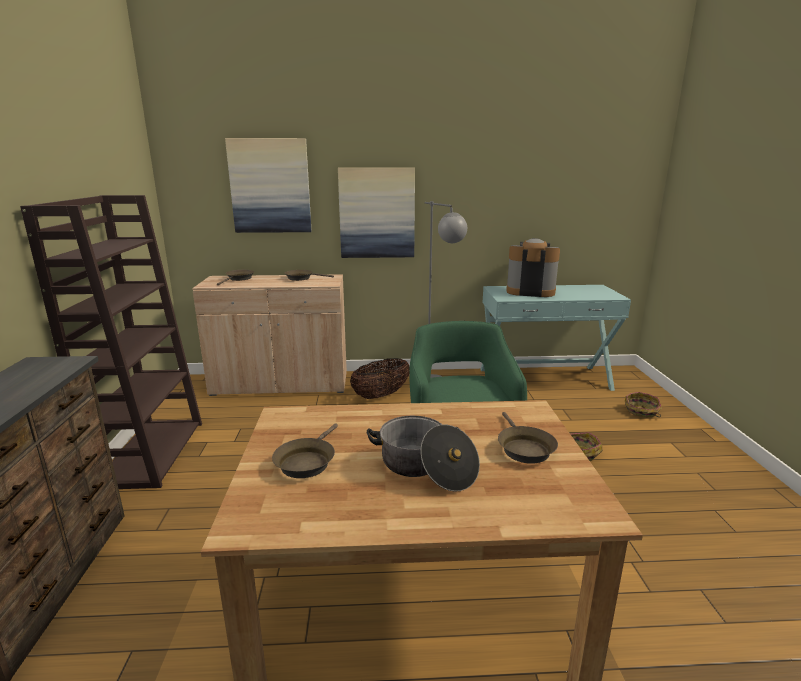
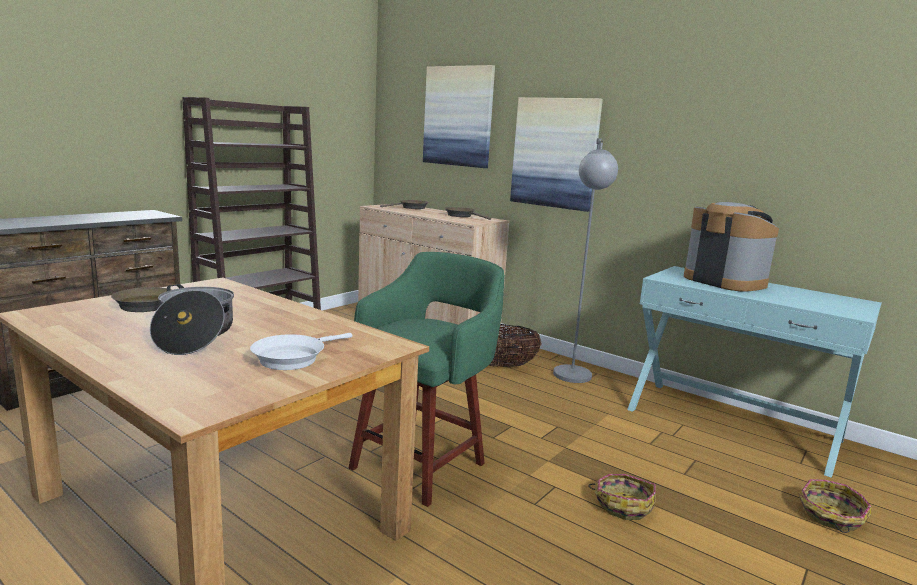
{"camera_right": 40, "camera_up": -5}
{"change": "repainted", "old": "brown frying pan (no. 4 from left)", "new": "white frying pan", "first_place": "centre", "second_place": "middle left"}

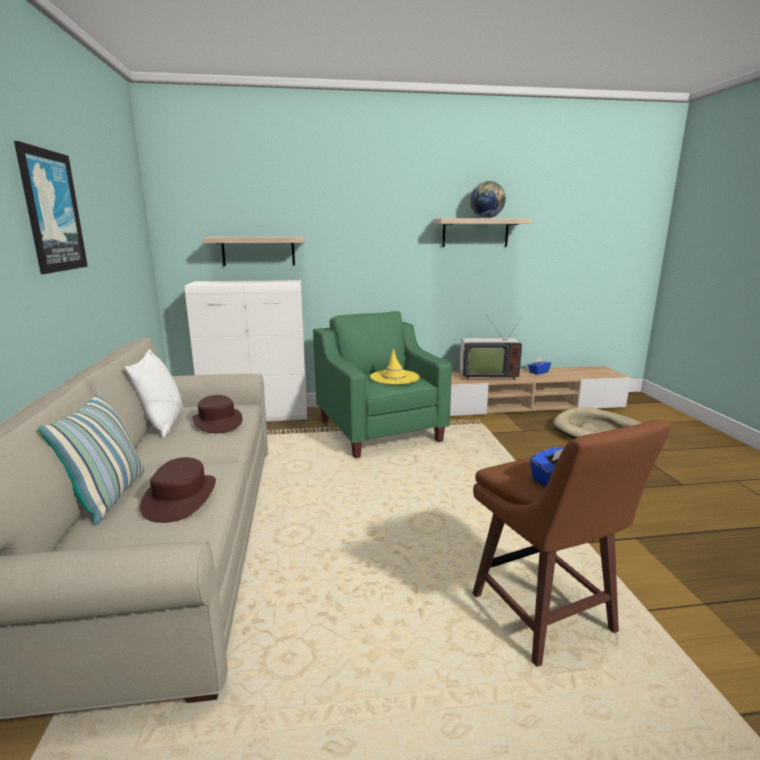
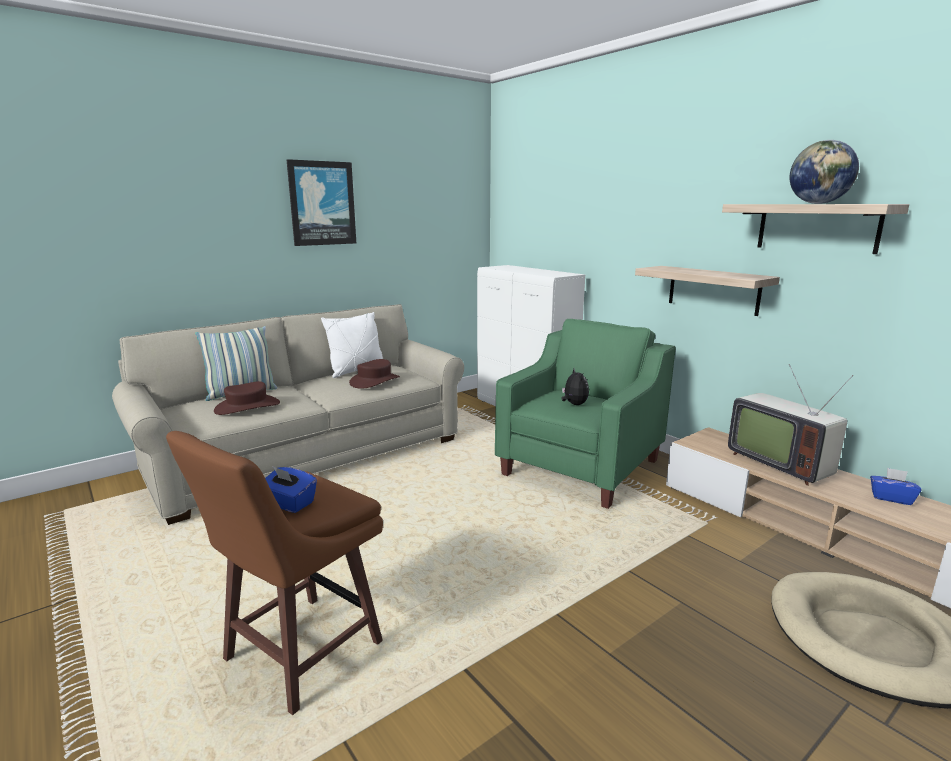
{"camera_right": 60, "camera_up": 0}
{"change": "swapped", "old": "yellow hat", "new": "plush toy", "first_place": "centre", "second_place": "centre"}
{"change": "shifted", "old": "shelf (no. 1 from left)", "first_place": "top left", "second_place": "middle right"}

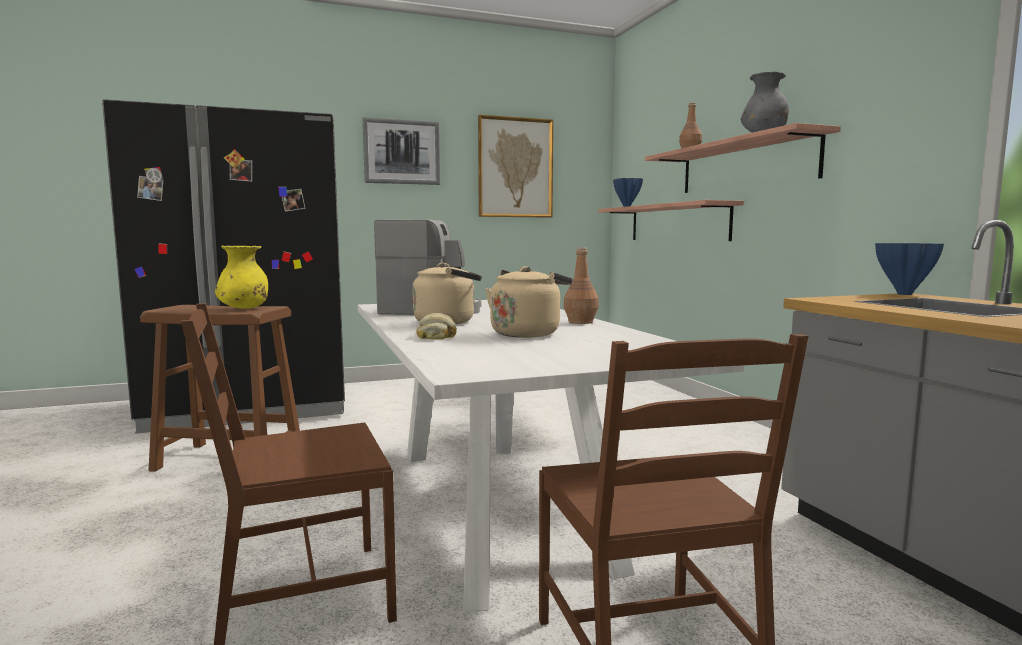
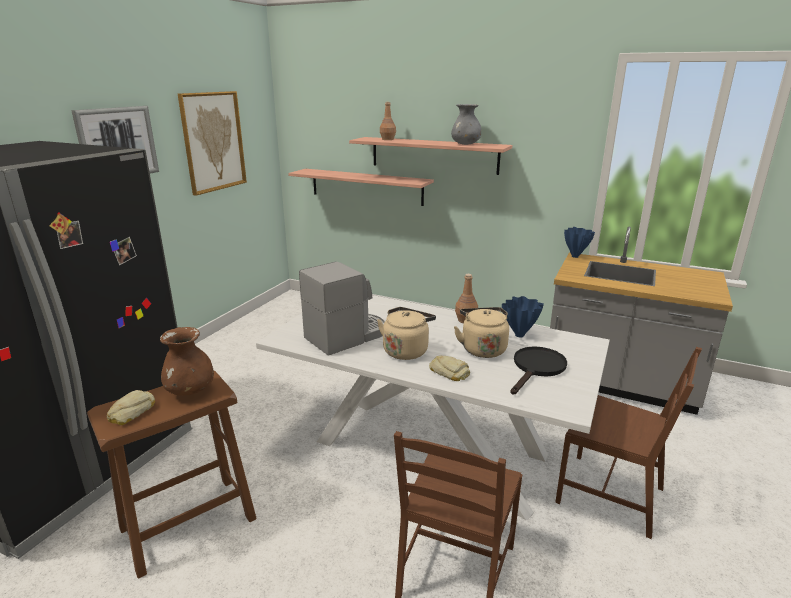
{"camera_right": -45, "camera_up": 15}
{"change": "new", "new": "bread (no. 1 from left)", "second_place": "bottom left"}
{"change": "repainted", "old": "yellow vase", "new": "brown vase", "first_place": "middle left", "second_place": "middle left"}
{"change": "shifted", "old": "blue vase (no. 1 from left)", "first_place": "top centre", "second_place": "centre"}
{"change": "new", "new": "black frying pan", "second_place": "middle right"}

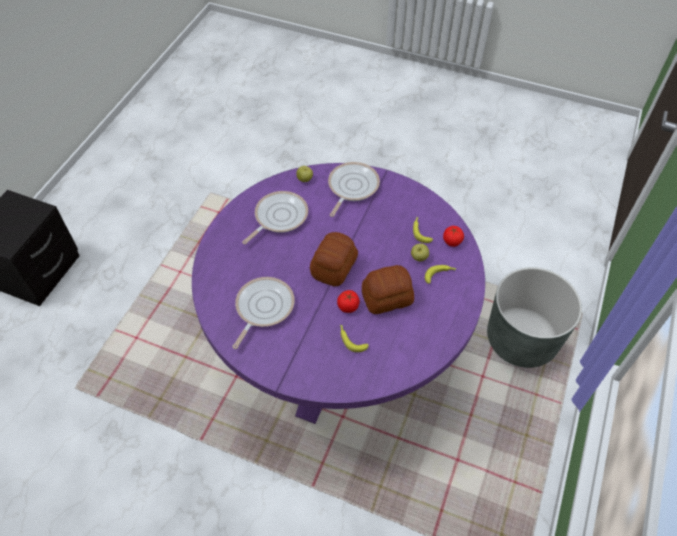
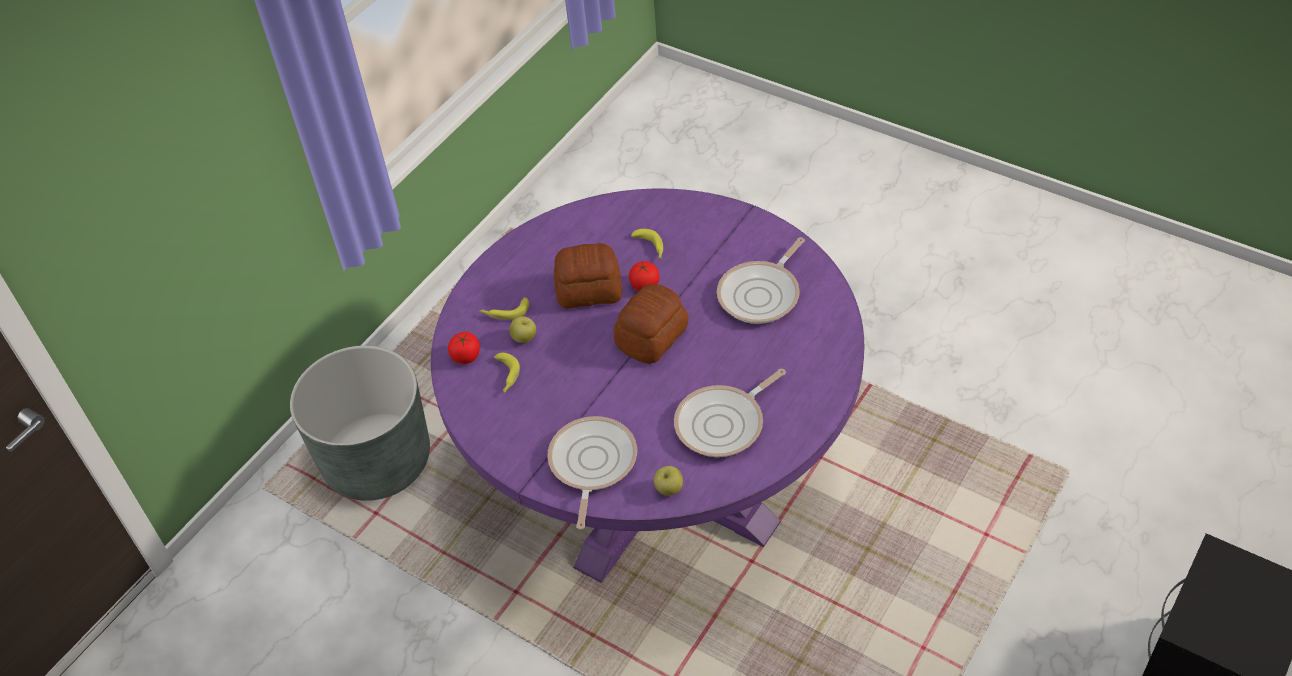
{"camera_right": -165, "camera_up": -5}
{"change": "rotated", "old": "frying pan (no. 3 from left in the first image)", "first_place": "centre", "second_place": "bottom centre", "degrees": 150}

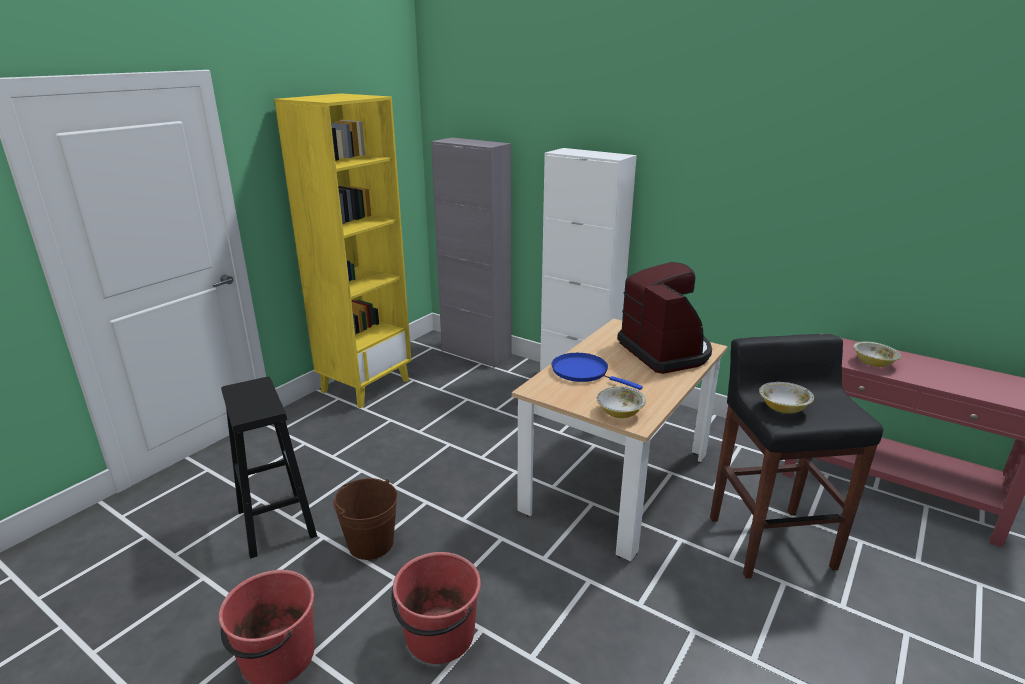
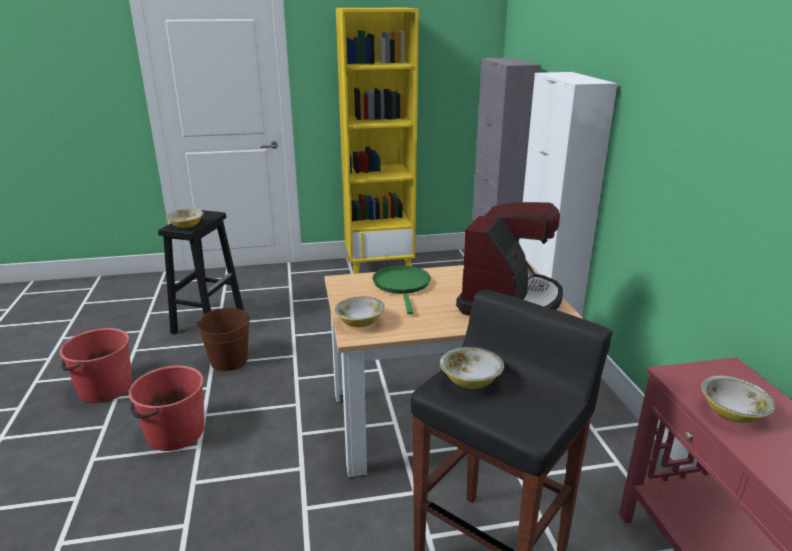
{"camera_right": 45, "camera_up": 0}
{"change": "new", "new": "bowl (no. 1 from left)", "second_place": "middle left"}
{"change": "repainted", "old": "blue frying pan", "new": "green frying pan", "first_place": "centre", "second_place": "centre"}

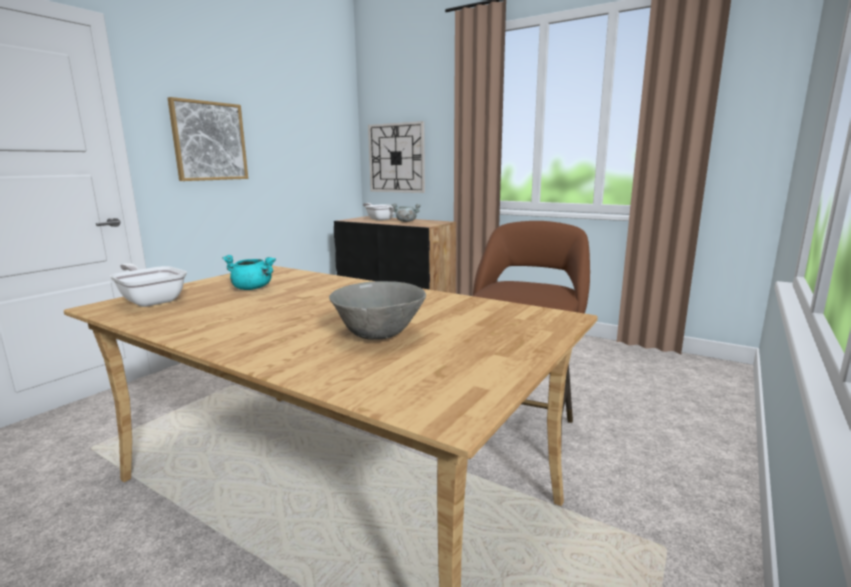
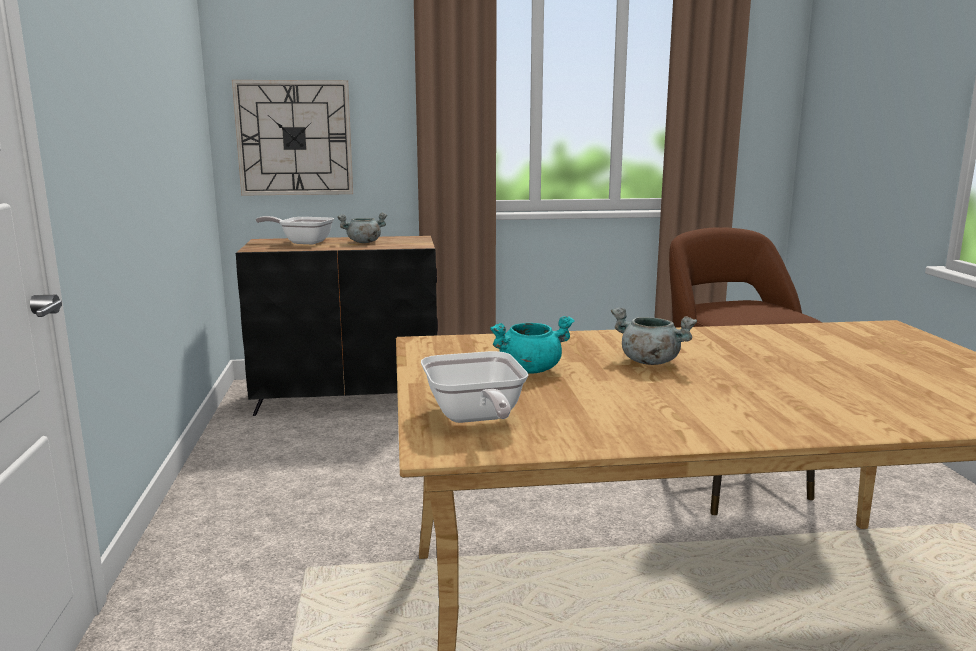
{"camera_right": -40, "camera_up": 0}
{"change": "rotated", "old": "frying pan (no. 1 from left in the first image)", "first_place": "middle left", "second_place": "centre", "degrees": -105}
{"change": "new", "new": "grey cooking pot (no. 2 from left)", "second_place": "middle right"}
{"change": "gone", "old": "picture", "first_place": "top left"}
{"change": "gone", "old": "grey bowl", "first_place": "centre"}

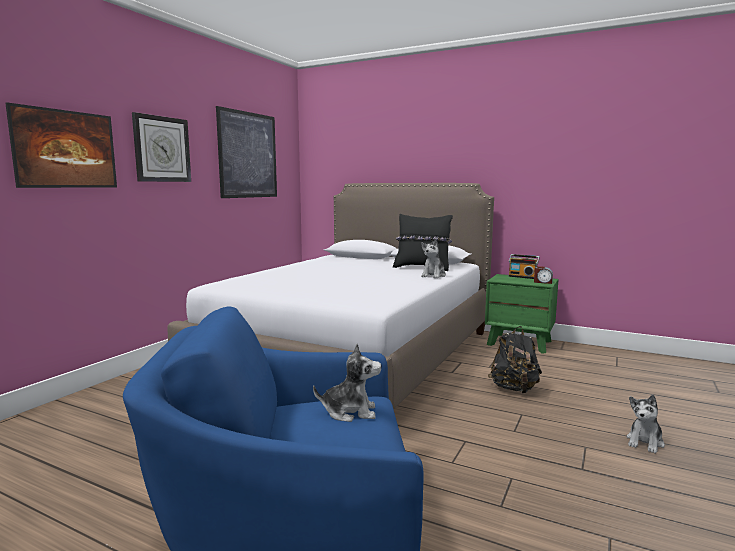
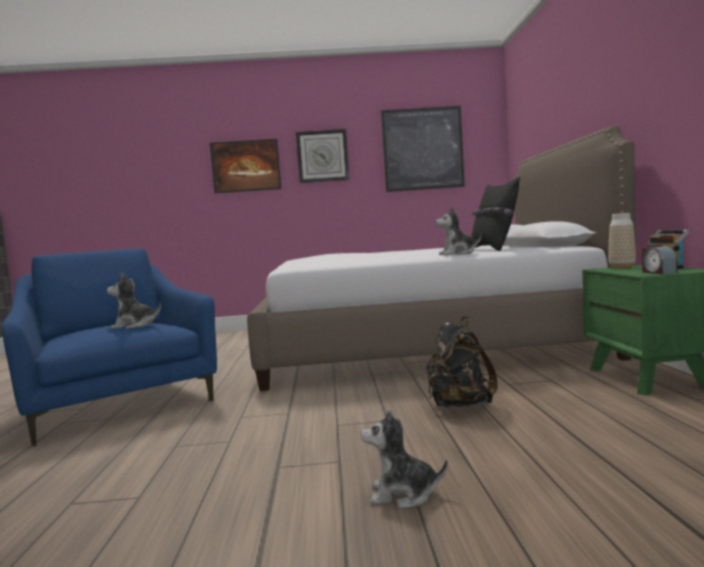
{"camera_right": 60, "camera_up": -5}
{"change": "rotated", "old": "plush toy (no. 1 from left)", "first_place": "bottom centre", "second_place": "middle left", "degrees": 120}
{"change": "new", "new": "vase", "second_place": "middle right"}

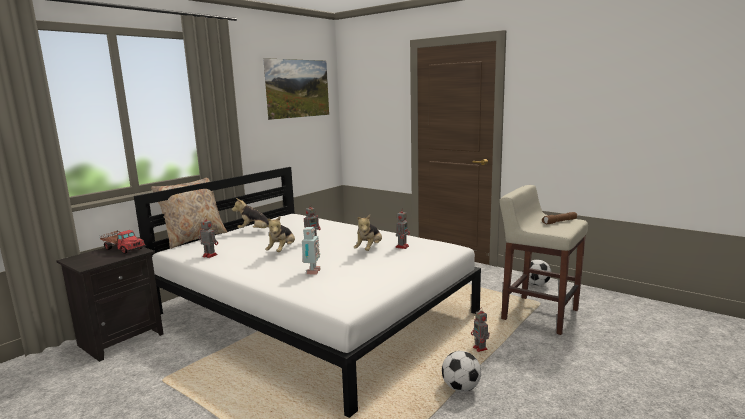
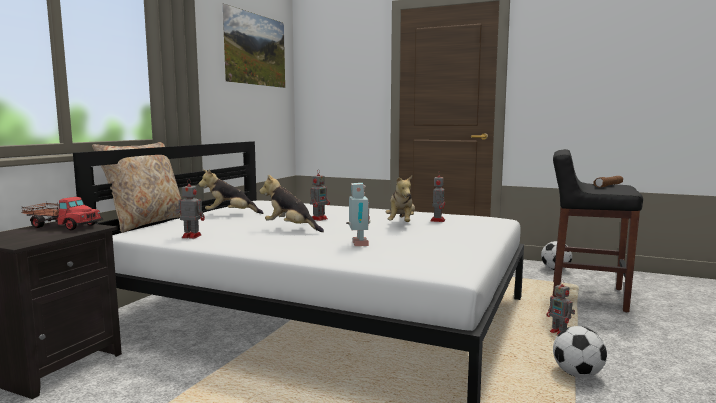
{"camera_right": -15, "camera_up": -5}
{"change": "rotated", "old": "plush toy (no. 2 from left)", "first_place": "centre", "second_place": "centre", "degrees": 120}
{"change": "repainted", "old": "beige stool", "new": "black stool", "first_place": "middle right", "second_place": "middle right"}

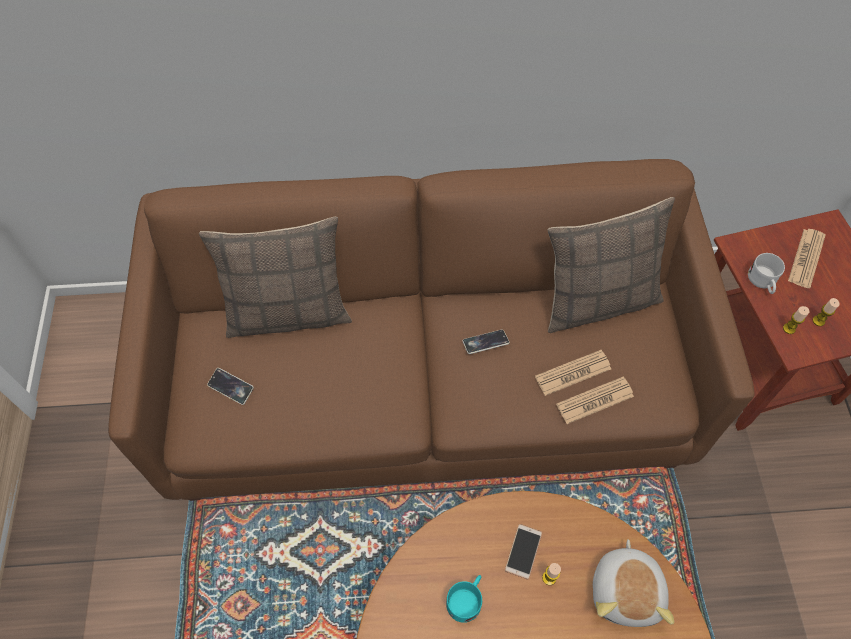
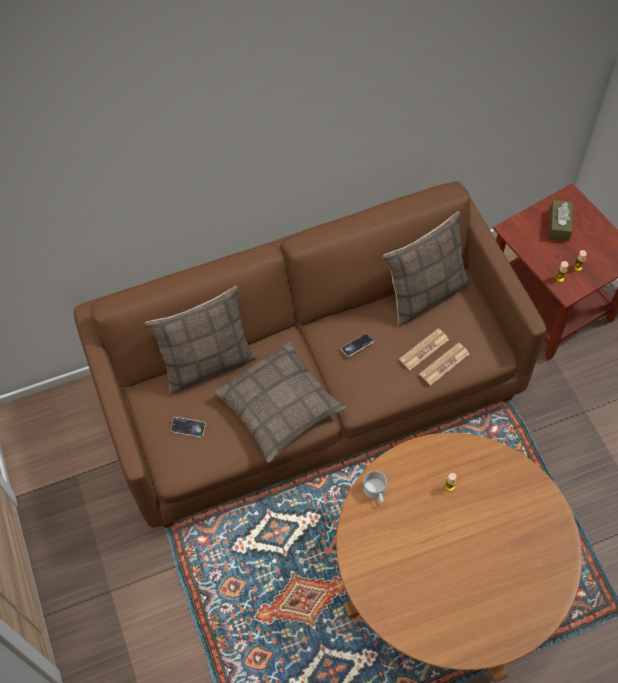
{"camera_right": -15, "camera_up": 0}
{"change": "new", "new": "pillow (no. 2 from left)", "second_place": "centre"}
{"change": "shifted", "old": "white mug", "first_place": "middle right", "second_place": "bottom centre"}
{"change": "swapped", "old": "newspaper (no. 3 from left)", "new": "brown tissue box", "first_place": "middle right", "second_place": "top right"}
{"change": "gone", "old": "turquoise mug", "first_place": "bottom centre"}
{"change": "gone", "old": "phone (no. 3 from left)", "first_place": "bottom centre"}
{"change": "gone", "old": "plush toy", "first_place": "bottom right"}

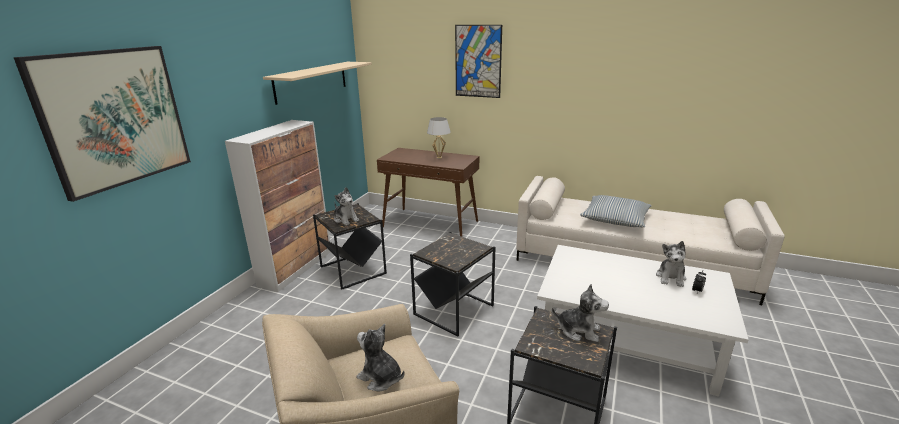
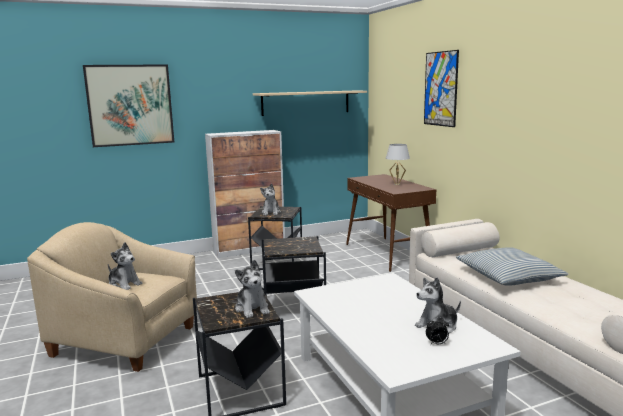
{"camera_right": 45, "camera_up": -10}
{"change": "rotated", "old": "plush toy (no. 2 from left in the first image)", "first_place": "bottom centre", "second_place": "middle left", "degrees": 135}

